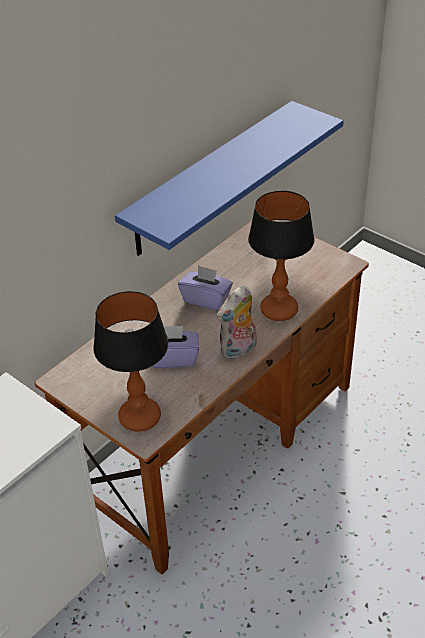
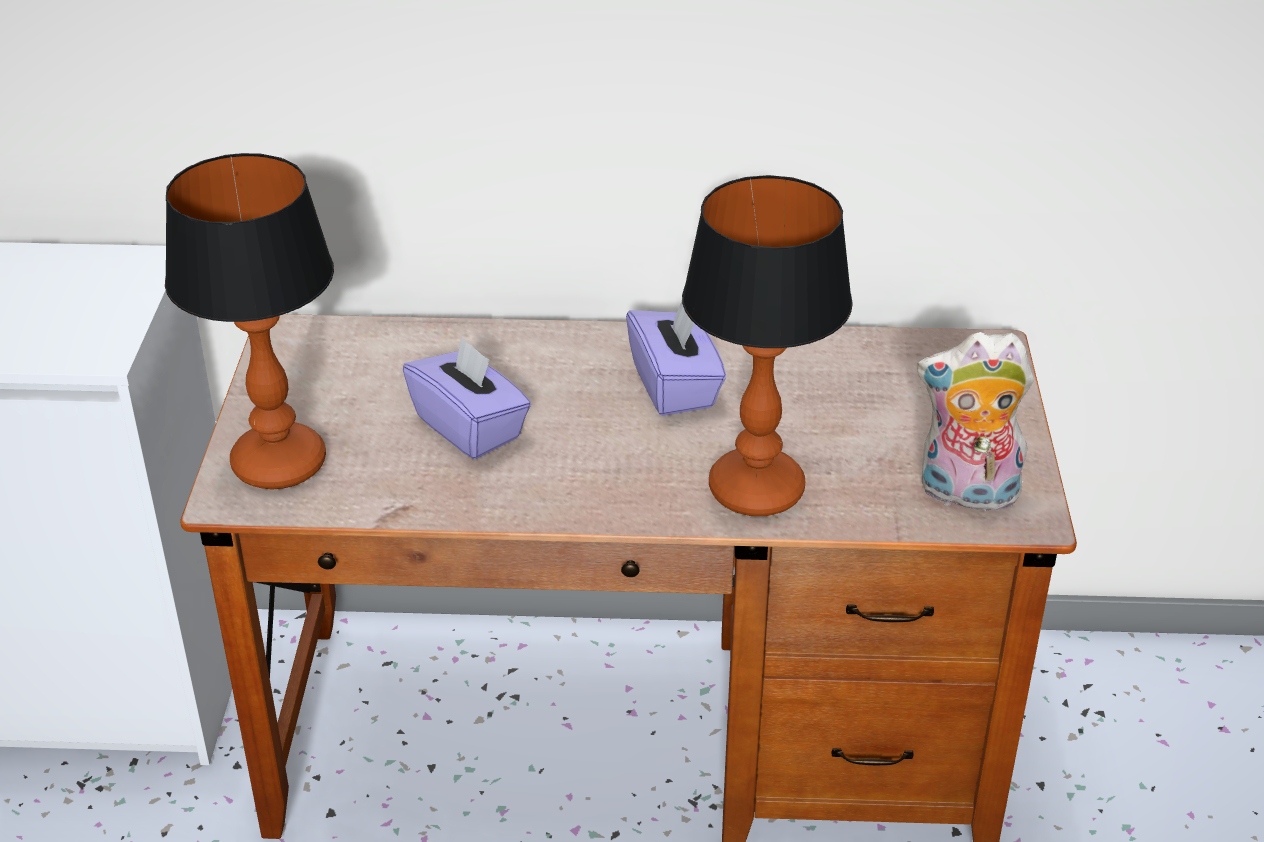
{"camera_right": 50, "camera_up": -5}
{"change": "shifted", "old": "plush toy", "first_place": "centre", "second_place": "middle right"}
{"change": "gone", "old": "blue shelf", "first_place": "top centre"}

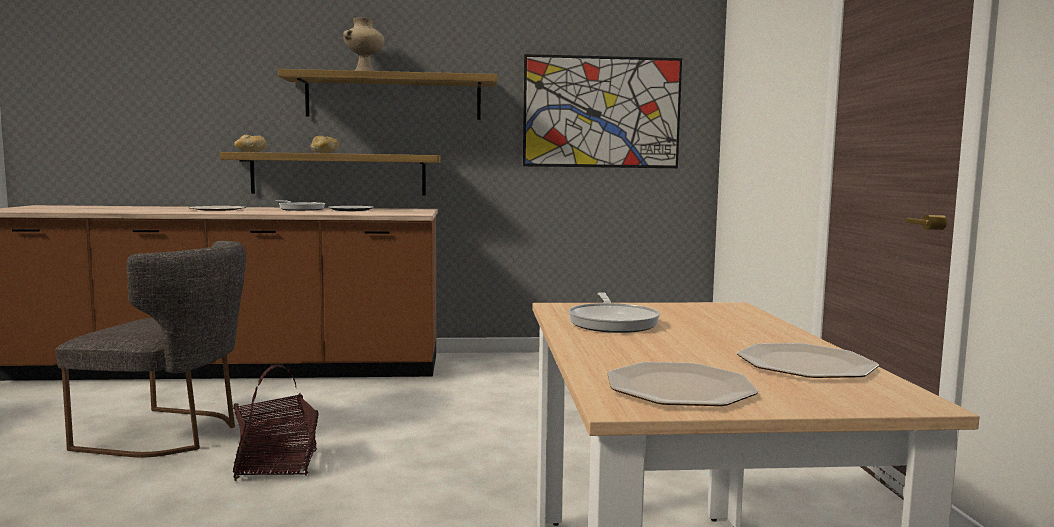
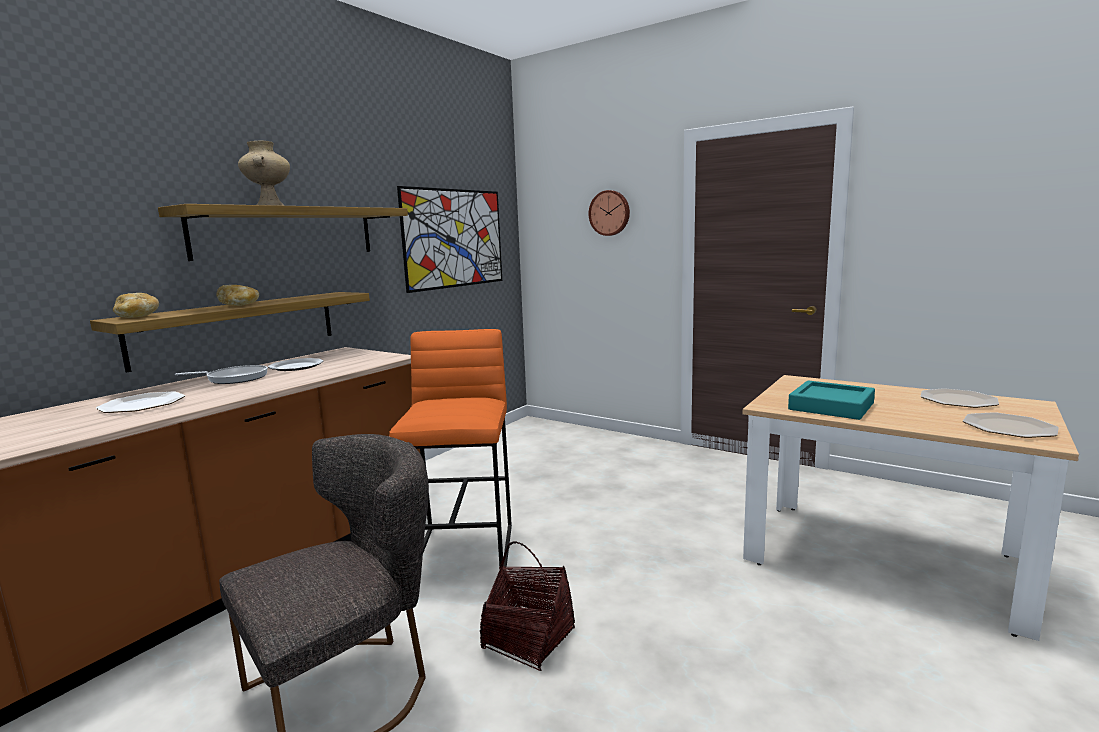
{"camera_right": -50, "camera_up": 5}
{"change": "new", "new": "orange stool", "second_place": "centre"}
{"change": "new", "new": "wall clock", "second_place": "top centre"}
{"change": "swapped", "old": "frying pan (no. 2 from left)", "new": "turquoise tray", "first_place": "centre", "second_place": "middle right"}

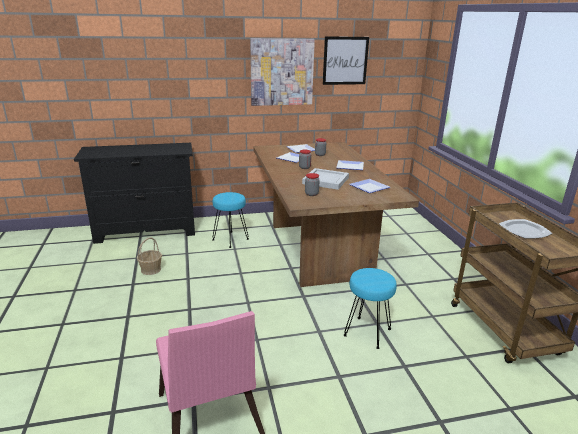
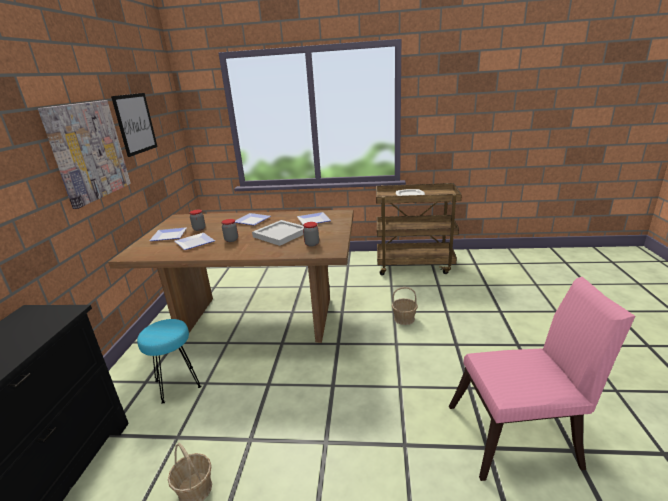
{"camera_right": -70, "camera_up": 0}
{"change": "swapped", "old": "turquoise stool (no. 2 from left)", "new": "basket (no. 2 from left)", "first_place": "bottom centre", "second_place": "centre"}

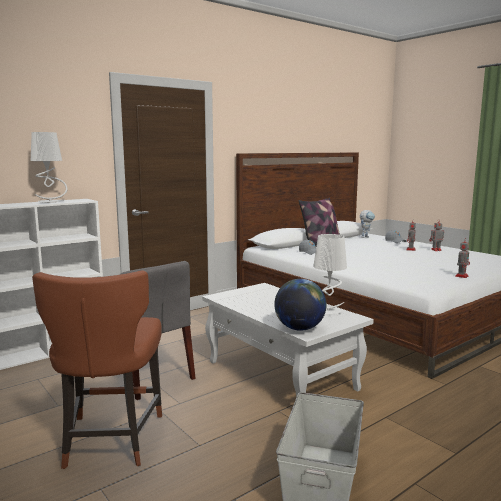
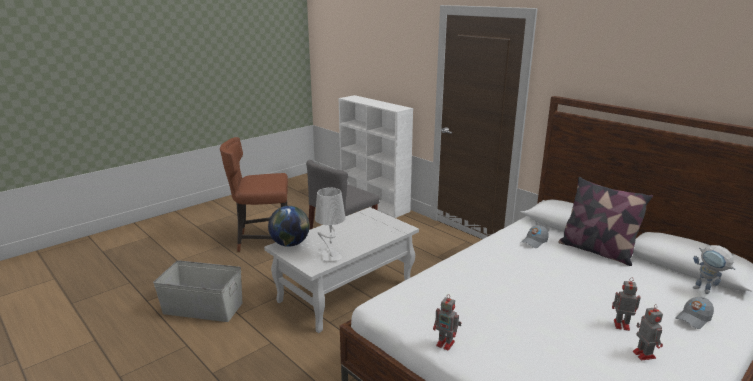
{"camera_right": 85, "camera_up": 10}
{"change": "gone", "old": "grey table lamp (no. 1 from left)", "first_place": "middle left"}

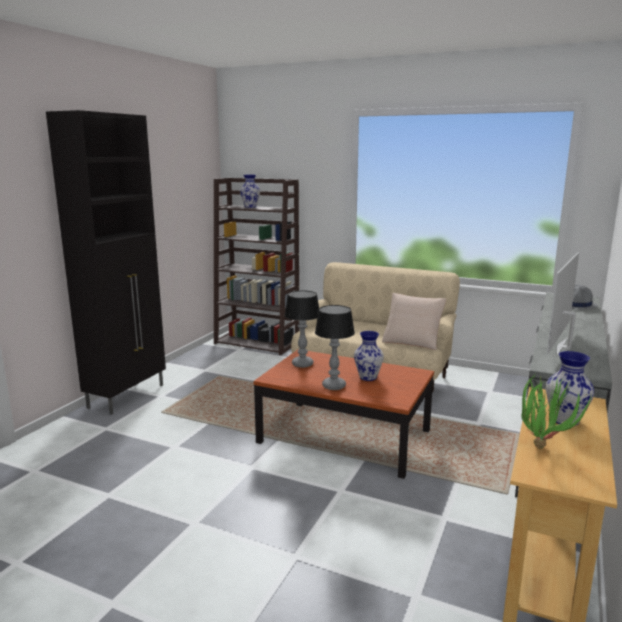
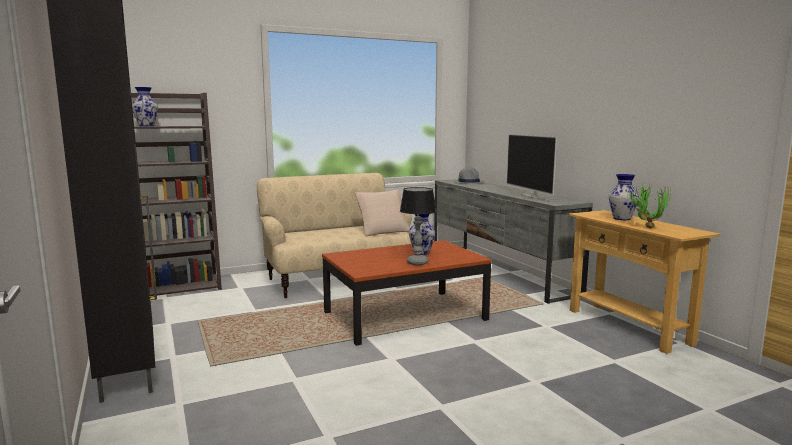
{"camera_right": -50, "camera_up": -5}
{"change": "gone", "old": "table lamp (no. 1 from left)", "first_place": "centre"}

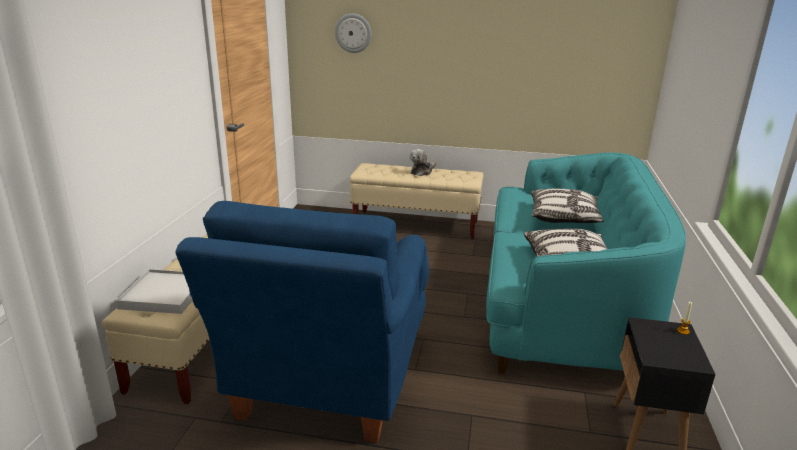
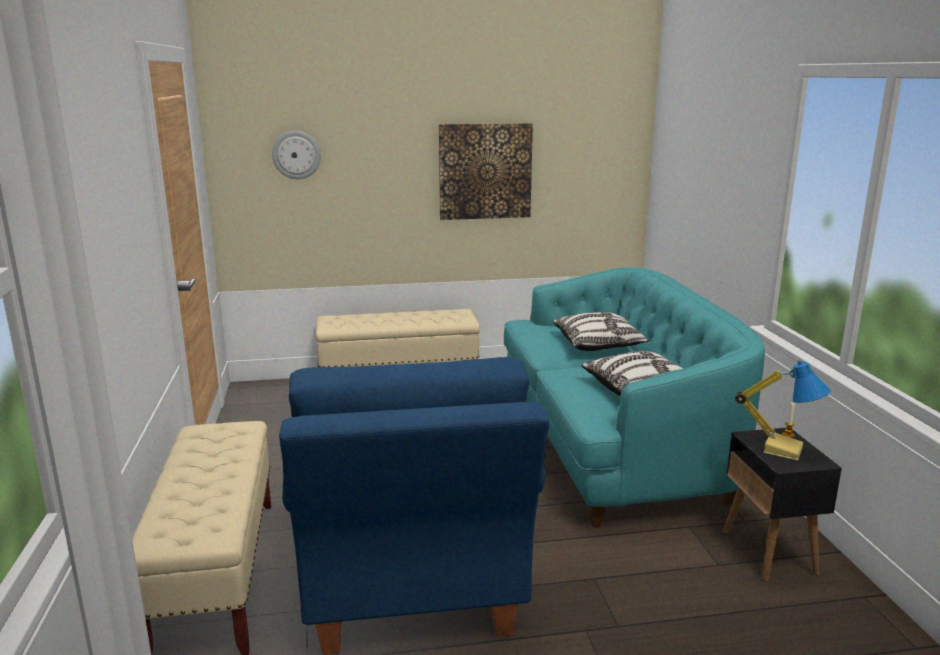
{"camera_right": -20, "camera_up": -5}
{"change": "new", "new": "picture", "second_place": "top centre"}
{"change": "new", "new": "table lamp", "second_place": "middle right"}
{"change": "gone", "old": "white tray", "first_place": "middle left"}
{"change": "gone", "old": "plush toy", "first_place": "centre"}

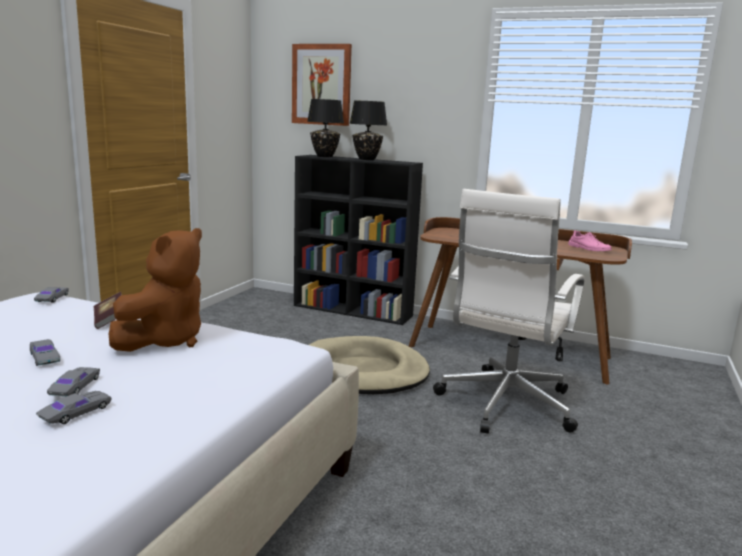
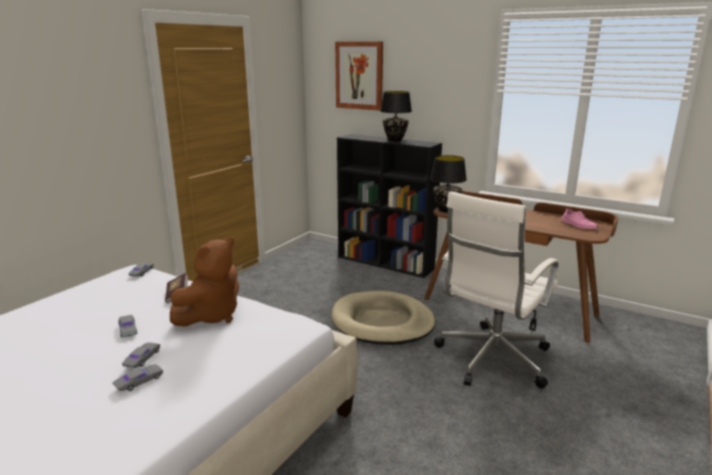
{"camera_right": 10, "camera_up": 5}
{"change": "shifted", "old": "black table lamp (no. 1 from left in the first image)", "new": "black table lamp (no. 2 from left)", "first_place": "top centre", "second_place": "centre"}

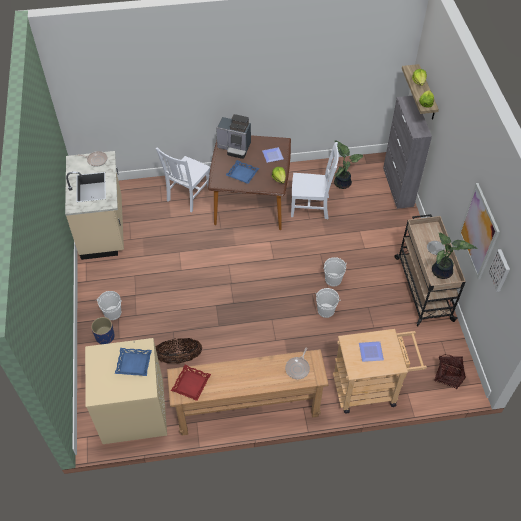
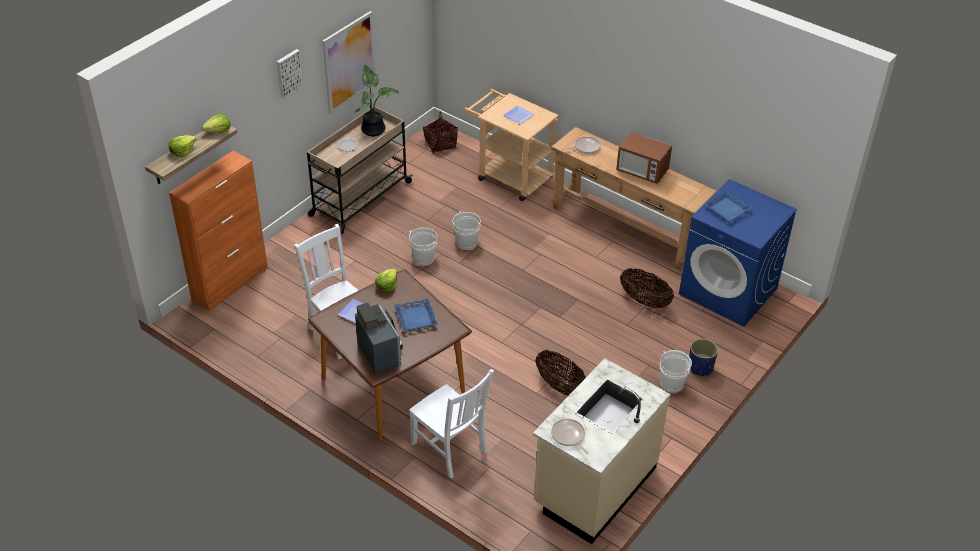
{"camera_right": -135, "camera_up": -10}
{"change": "repainted", "old": "grey cabinet", "new": "orange cabinet", "first_place": "top right", "second_place": "middle left"}
{"change": "shifted", "old": "picture (no. 2 from left in the first image)", "new": "picture (no. 1 from left)", "first_place": "middle right", "second_place": "top left"}
{"change": "rotated", "old": "white chair (no. 1 from left in the first image)", "first_place": "centre", "second_place": "bottom centre", "degrees": 60}
{"change": "new", "new": "basket (no. 2 from left)", "second_place": "bottom centre"}
{"change": "new", "new": "microwave", "second_place": "top centre"}
{"change": "repainted", "old": "beige washing machine", "new": "blue washing machine", "first_place": "bottom left", "second_place": "middle right"}
{"change": "gone", "old": "red tray", "first_place": "bottom centre"}
{"change": "gone", "old": "potted plant (no. 1 from left)", "first_place": "top right"}

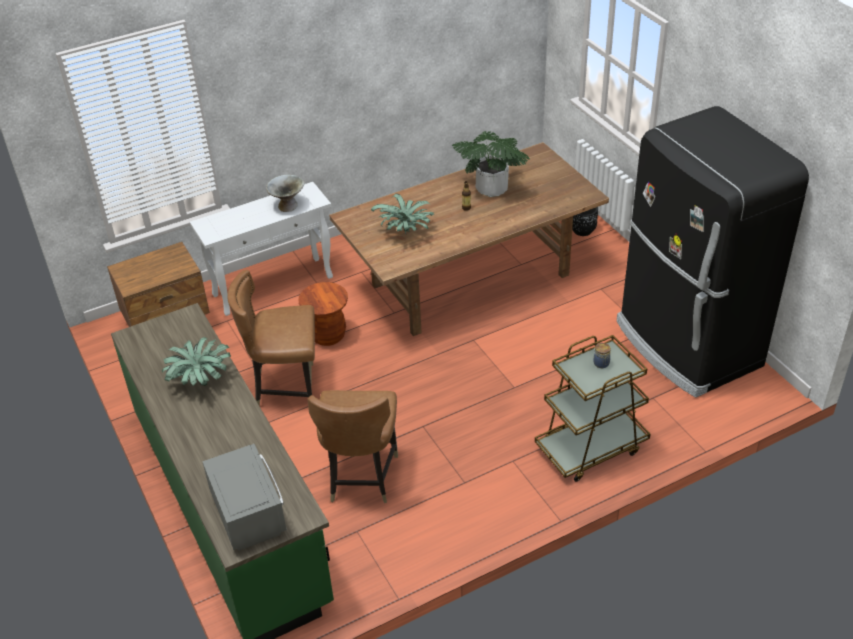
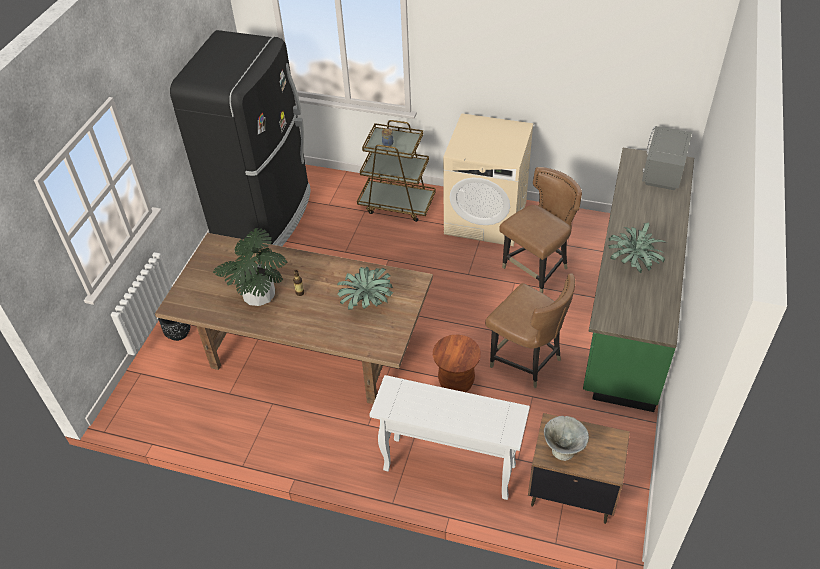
{"camera_right": -135, "camera_up": 5}
{"change": "new", "new": "beige washing machine", "second_place": "top centre"}
{"change": "shifted", "old": "grey bowl", "first_place": "top centre", "second_place": "bottom right"}

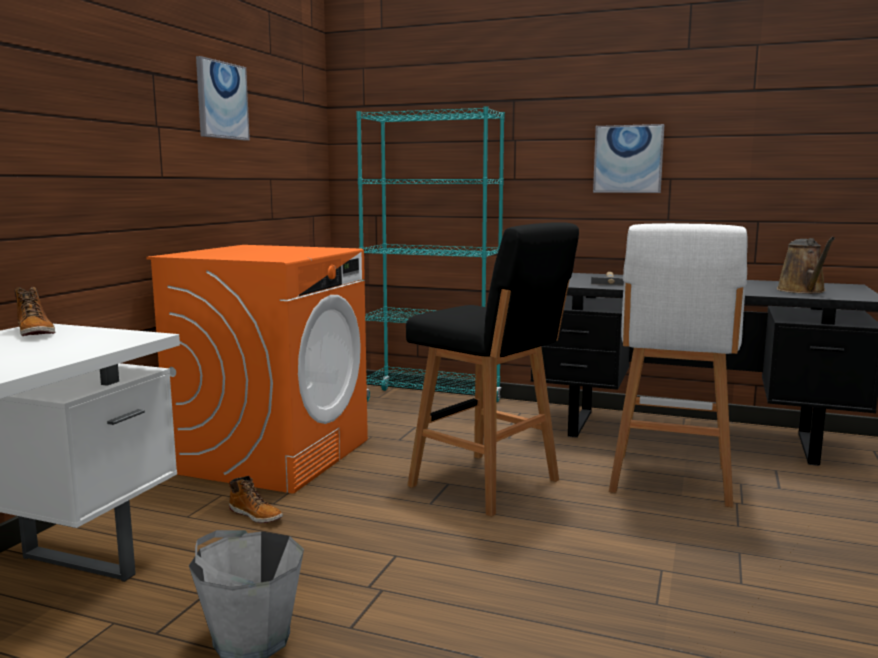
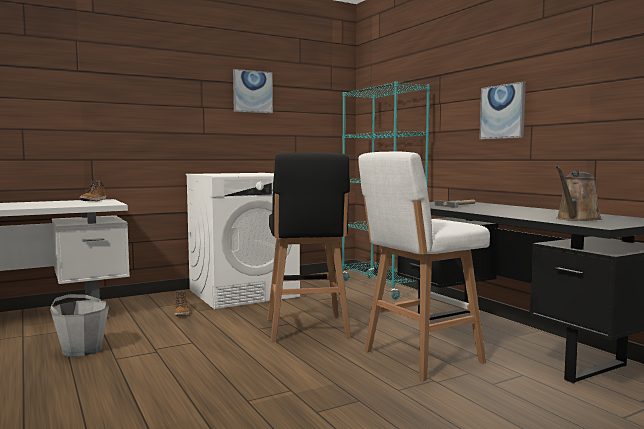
{"camera_right": 40, "camera_up": -5}
{"change": "repainted", "old": "orange washing machine", "new": "white washing machine", "first_place": "middle left", "second_place": "centre"}

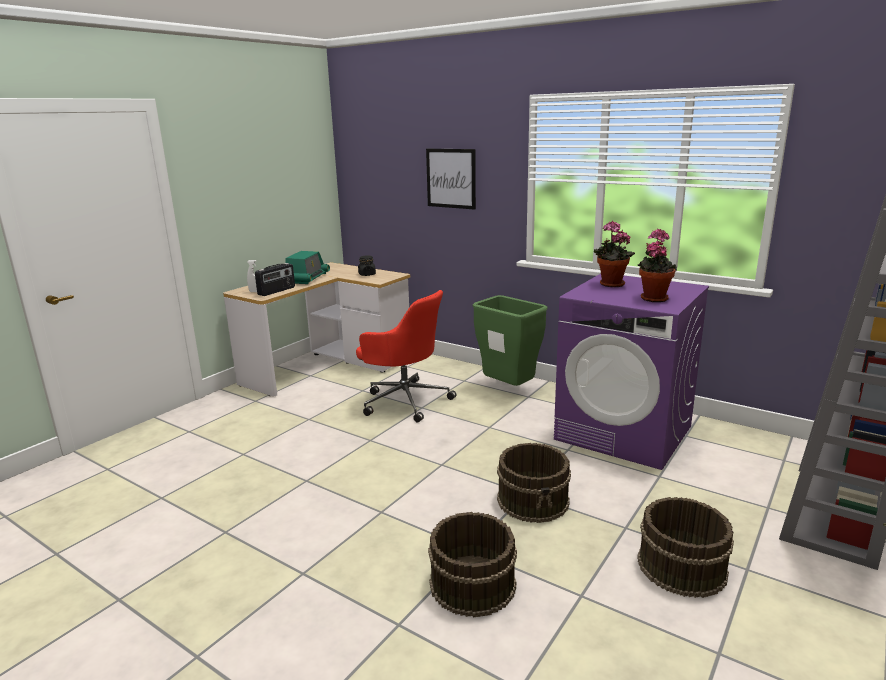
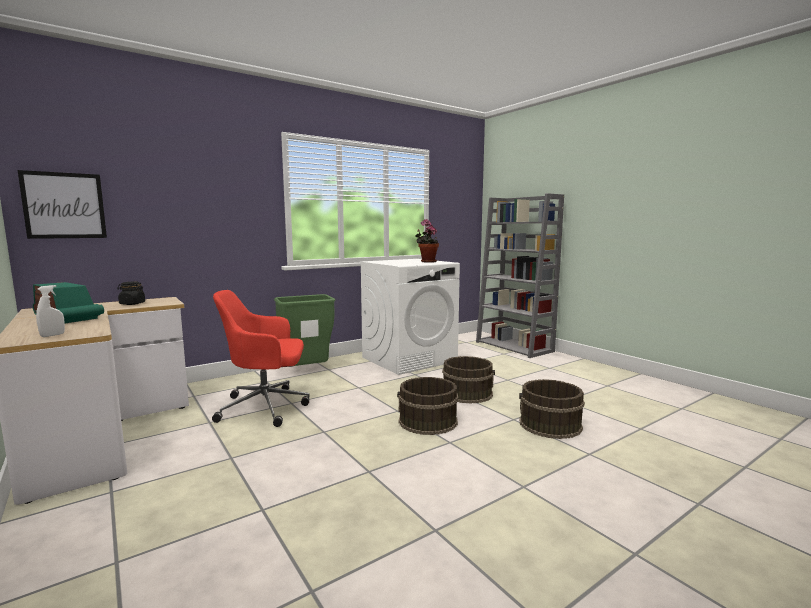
{"camera_right": -70, "camera_up": -10}
{"change": "shifted", "old": "picture", "first_place": "top centre", "second_place": "middle left"}
{"change": "rotated", "old": "red office chair", "first_place": "centre", "second_place": "middle left", "degrees": -150}
{"change": "repainted", "old": "purple washing machine", "new": "white washing machine", "first_place": "middle right", "second_place": "centre"}
{"change": "shifted", "old": "brown bucket (no. 3 from left in the first image)", "new": "brown bucket (no. 1 from left)", "first_place": "bottom right", "second_place": "bottom centre"}
{"change": "gone", "old": "radio (no. 1 from left)", "first_place": "middle left"}
{"change": "gone", "old": "potted plant (no. 1 from left)", "first_place": "middle right"}

